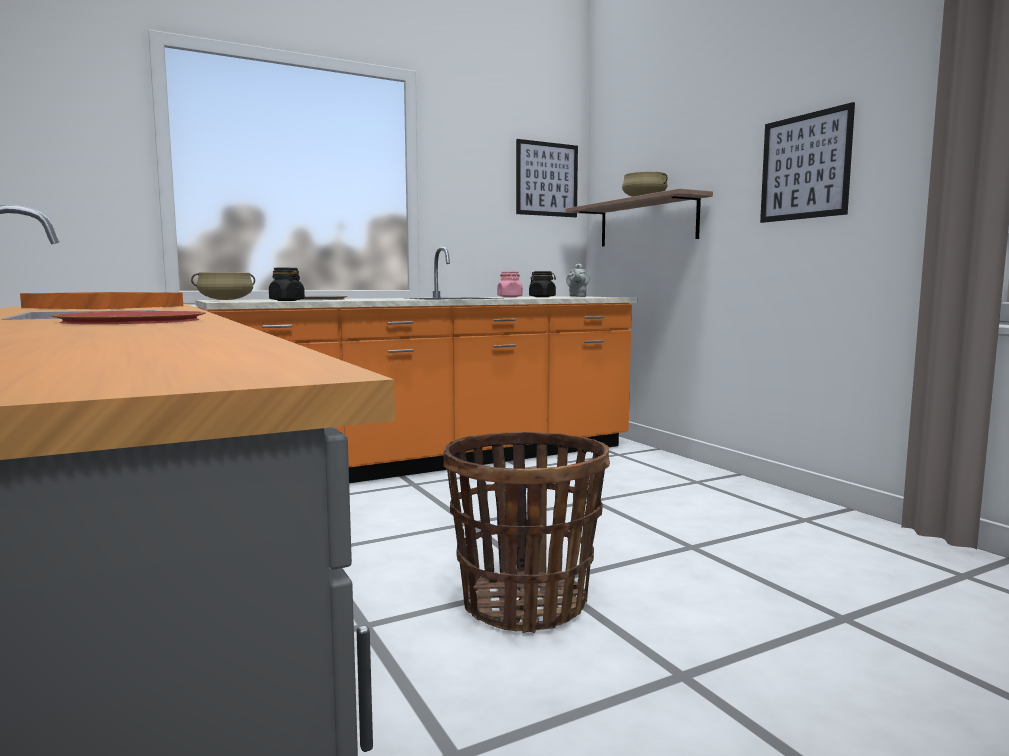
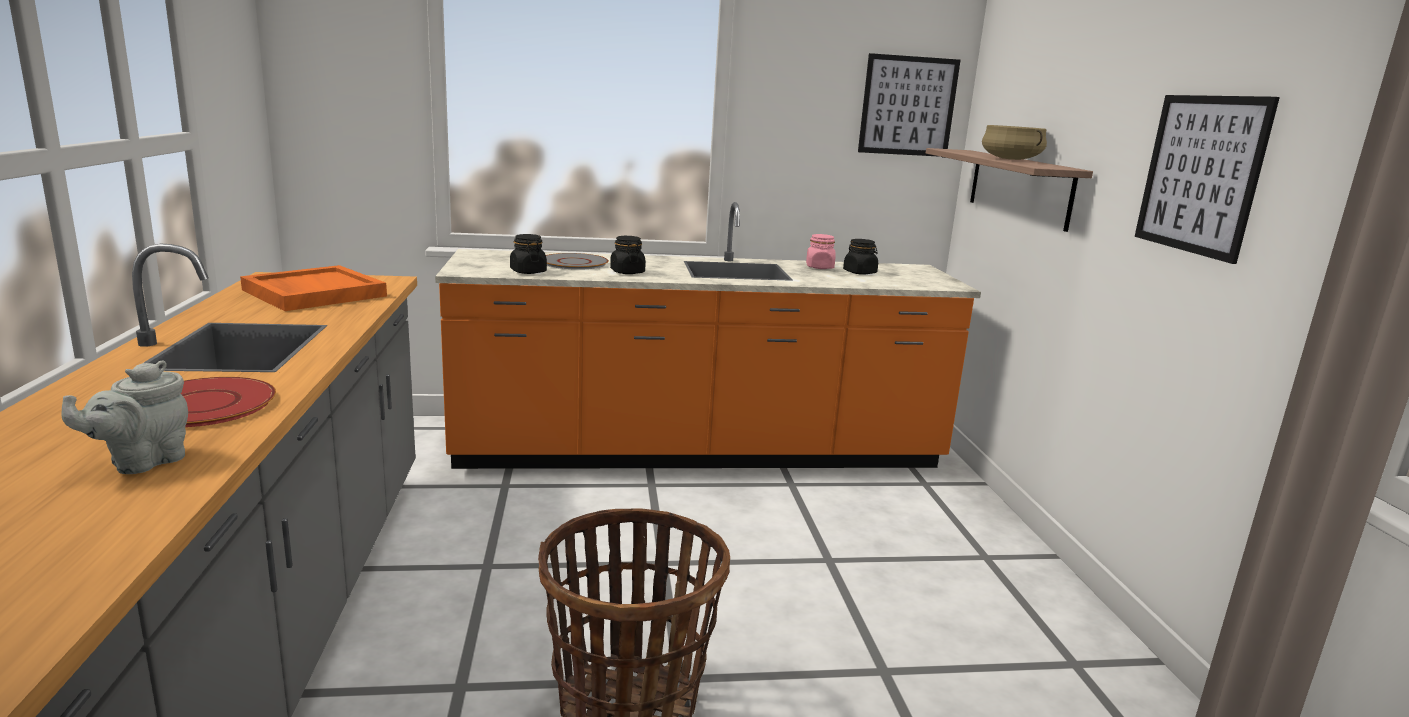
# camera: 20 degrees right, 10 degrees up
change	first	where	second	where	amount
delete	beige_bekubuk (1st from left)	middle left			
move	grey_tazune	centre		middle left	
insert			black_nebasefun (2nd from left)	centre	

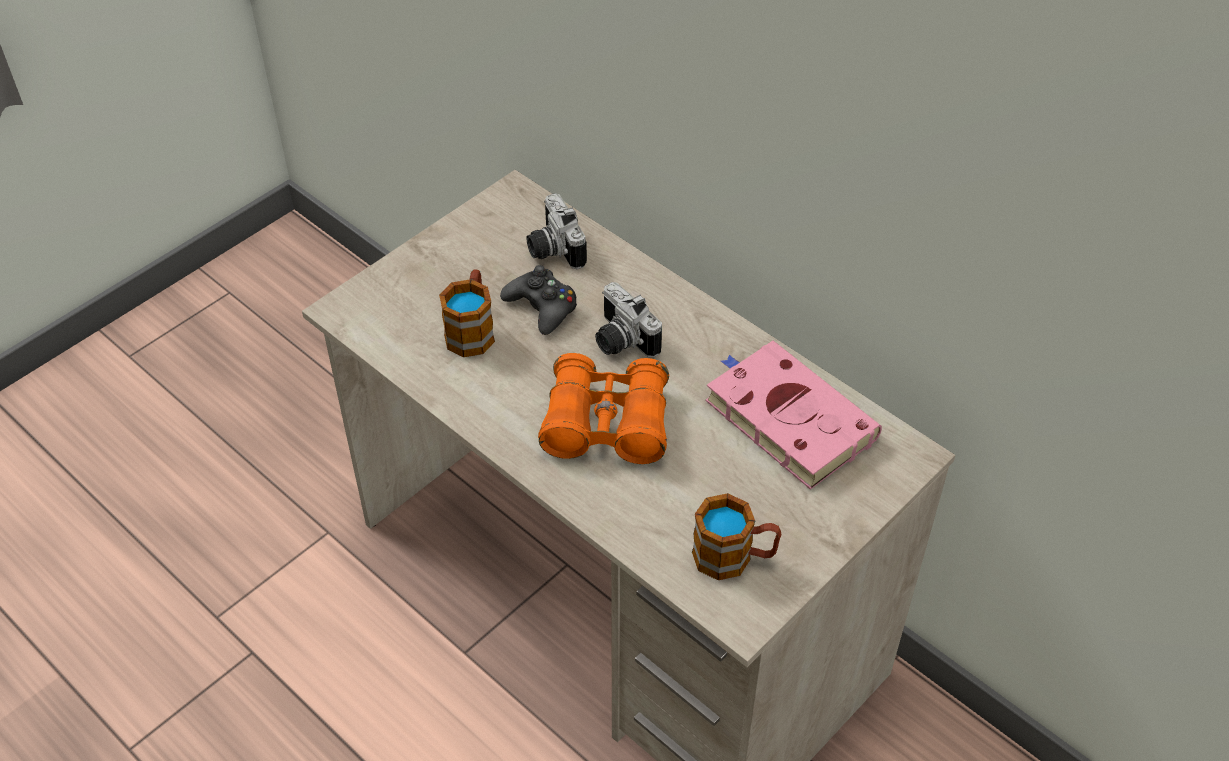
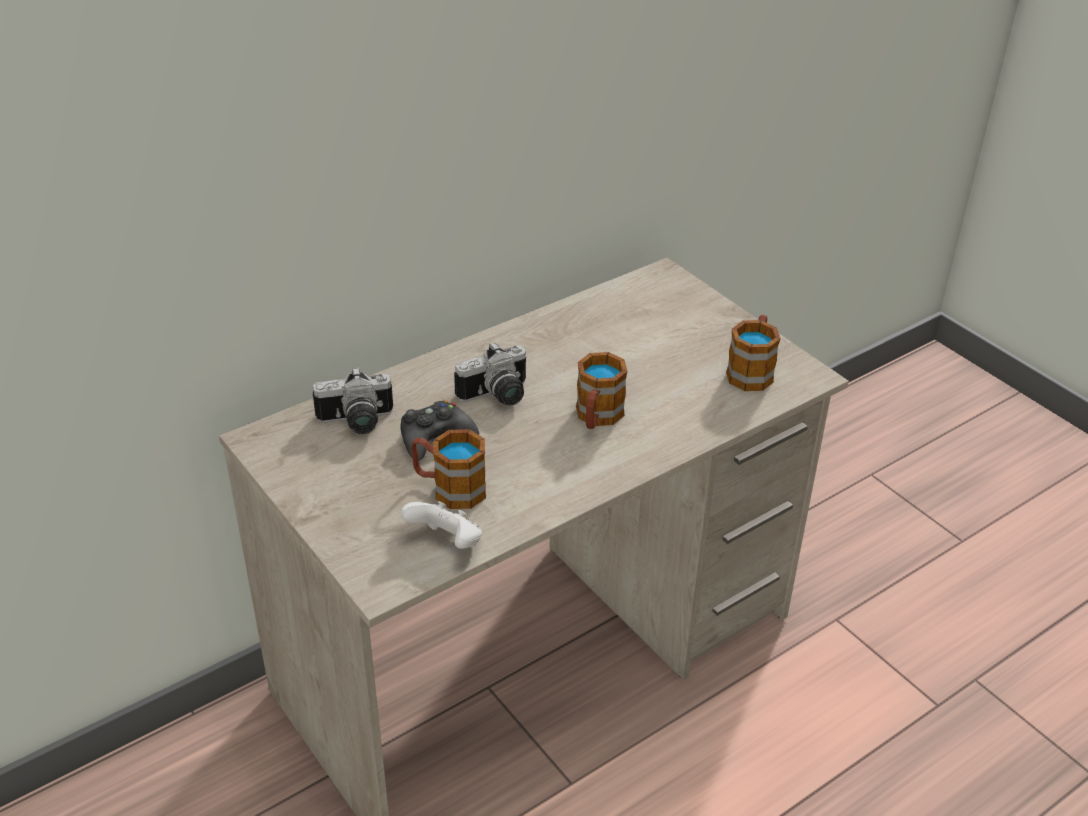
# camera: 80 degrees left, 10 degrees down
change	first	where	second	where	amount
replace	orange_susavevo	centre	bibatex (2nd from left)	centre	
delete	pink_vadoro	centre			
insert			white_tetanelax	centre	

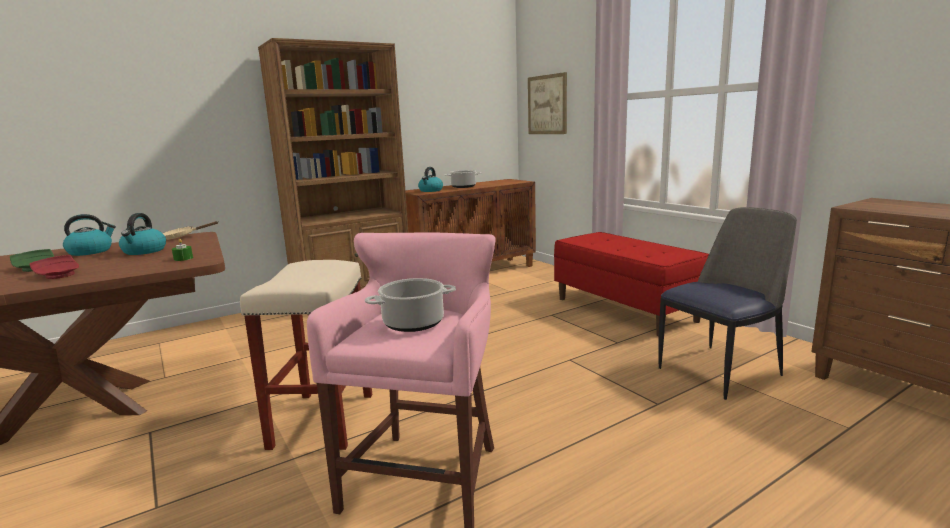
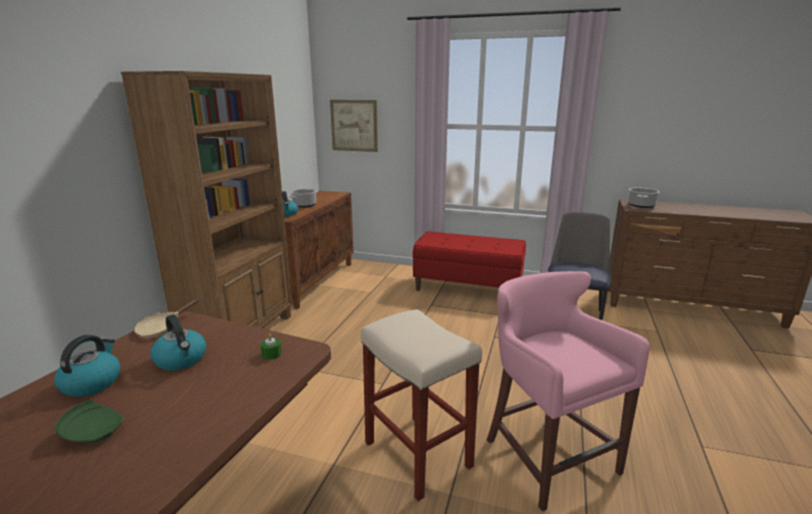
# camera: 40 degrees left, 5 degrees up
change	first	where	second	where	amount
delete	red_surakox	middle left			
move	bekubuk (1st from left in the first image)	centre	bekubuk (2nd from left)	middle right	

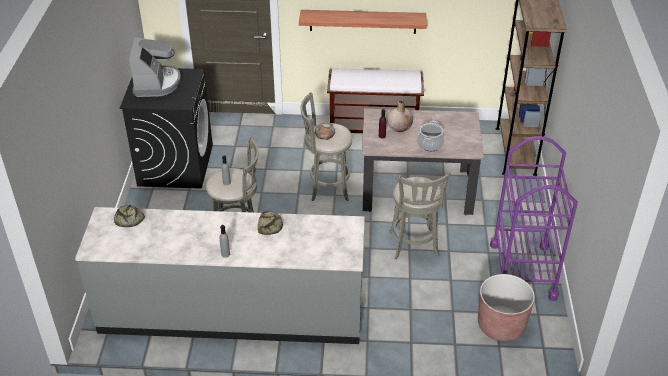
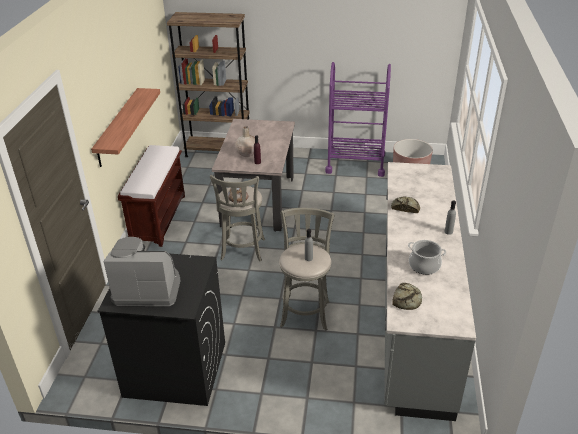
# camera: 85 degrees left, 5 degrees down
change	first	where	second	where	amount
delete	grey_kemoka (3rd from left)	centre			
move	bekubuk	centre		middle right	

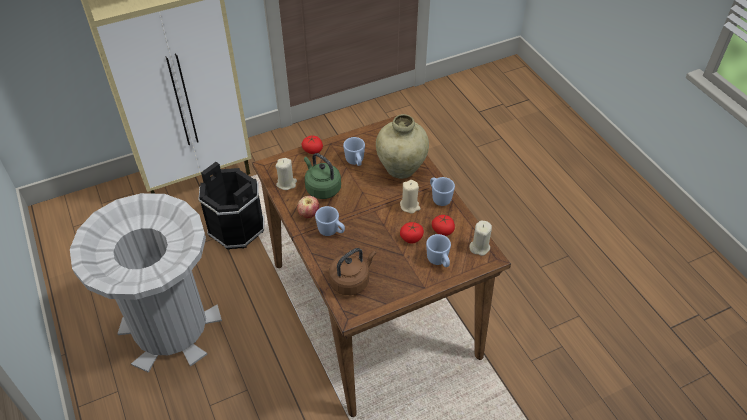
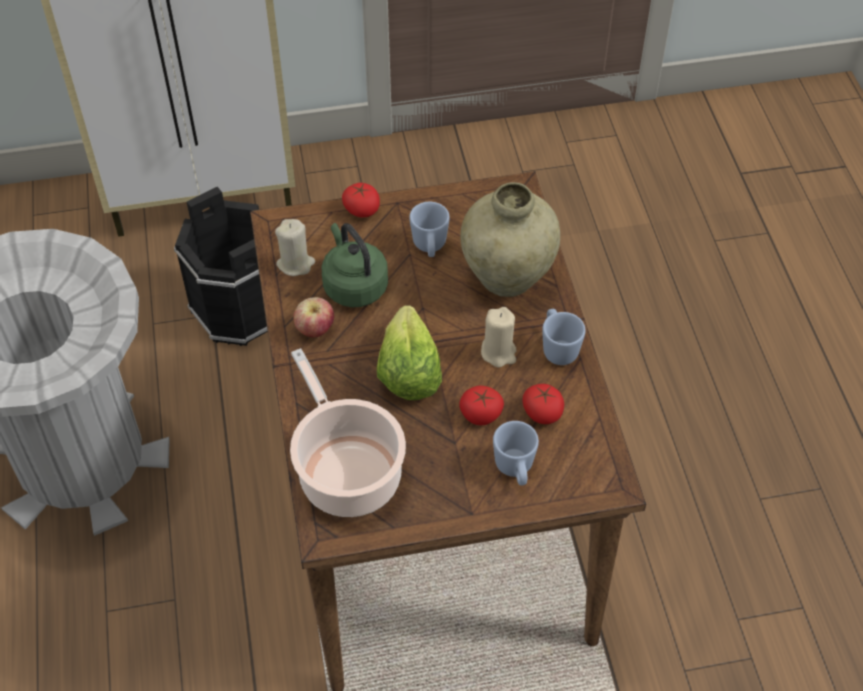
# camera: 15 degrees right, 5 degrees up
change	first	where	second	where	amount
delete	blue_bibatex (1st from left)	centre			
replace	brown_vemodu	centre	bekubuk	centre	
delete	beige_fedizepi (3rd from left)	centre			
insert			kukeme	centre	

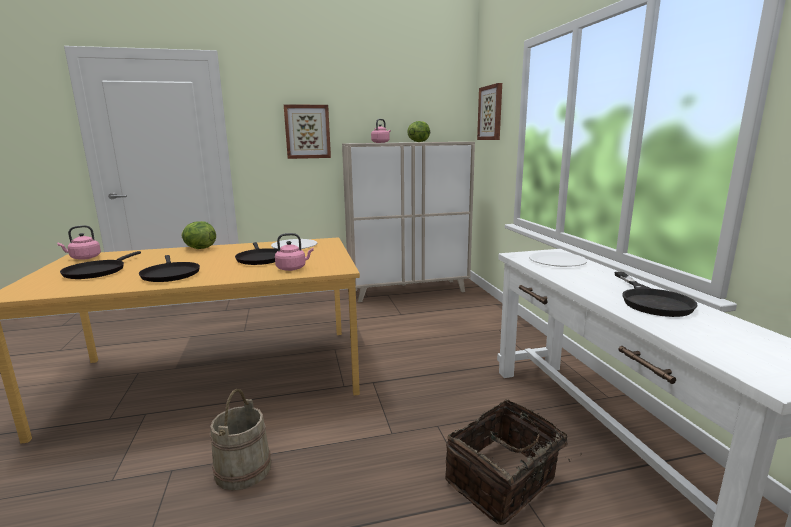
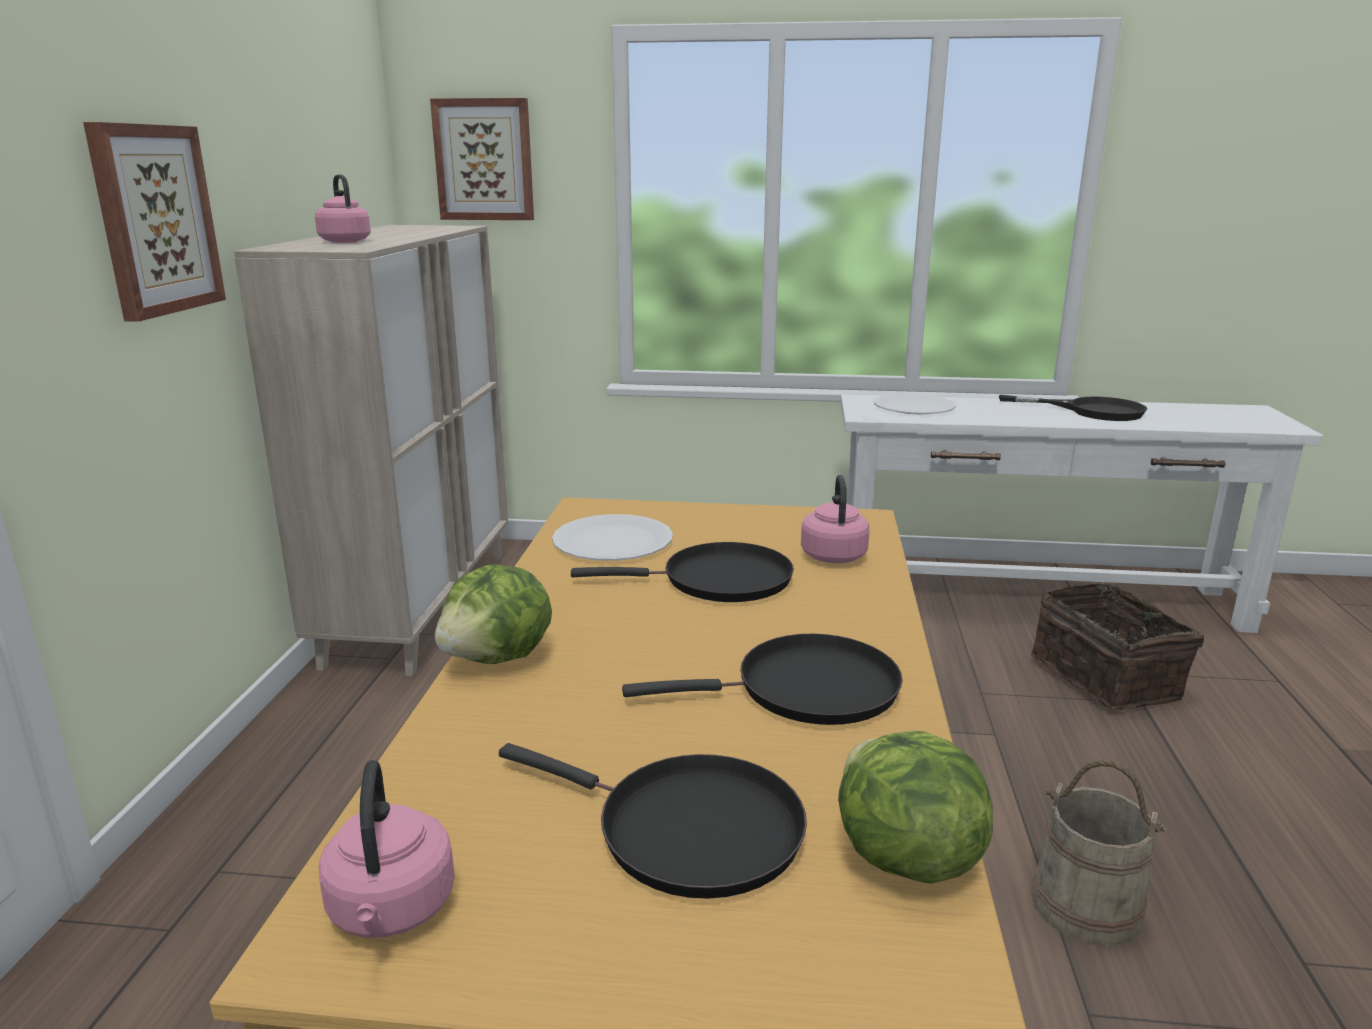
# camera: 70 degrees left, 5 degrees up
change	first	where	second	where	amount
move	kukeme (2nd from left)	top centre		bottom right	

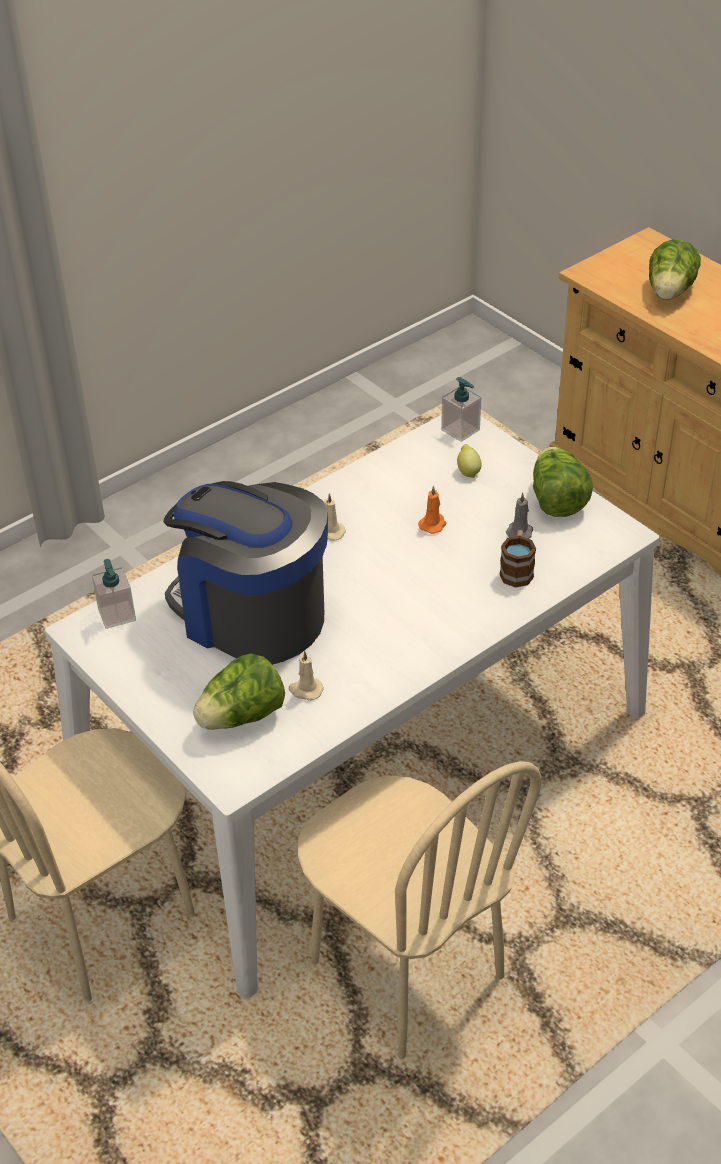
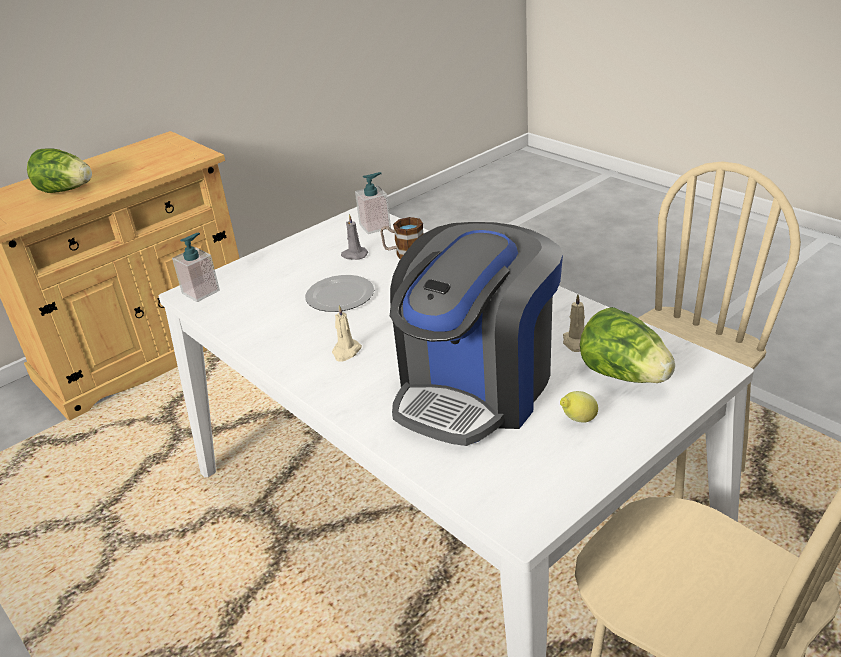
# camera: 90 degrees left, 10 degrees down
change	first	where	second	where	amount
move	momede (1st from left in the first image)	middle left	momede (2nd from left)	top centre	
replace	orange_fedizepi	centre	surakox	centre	
move	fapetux	centre		middle right	
delete	kukeme (2nd from left)	middle right			

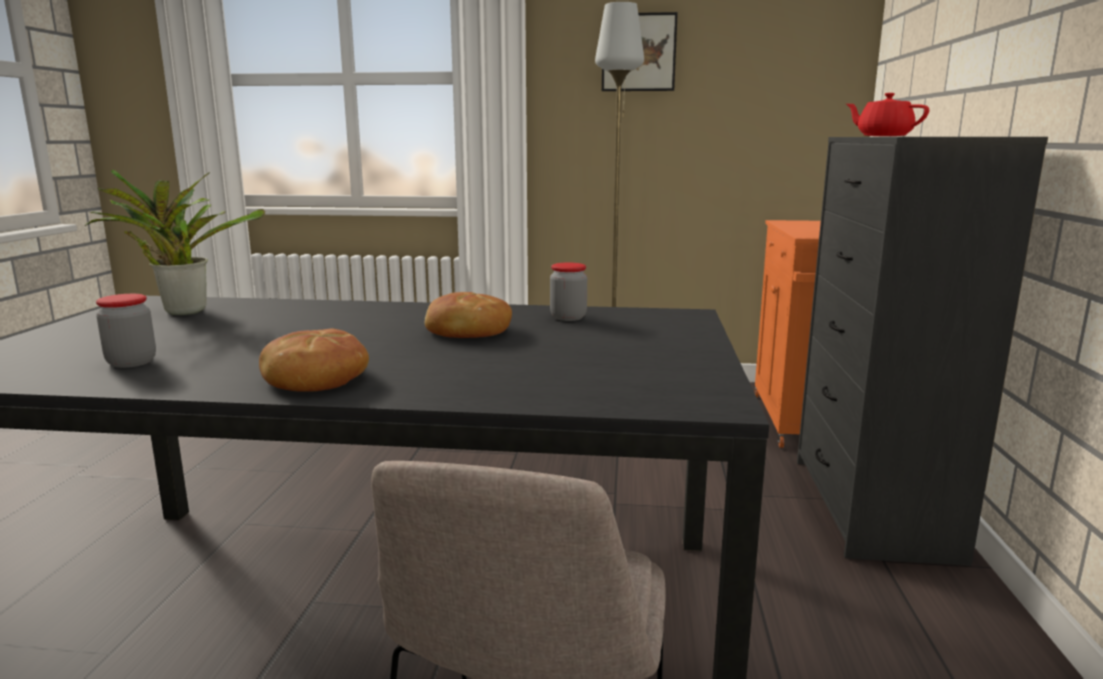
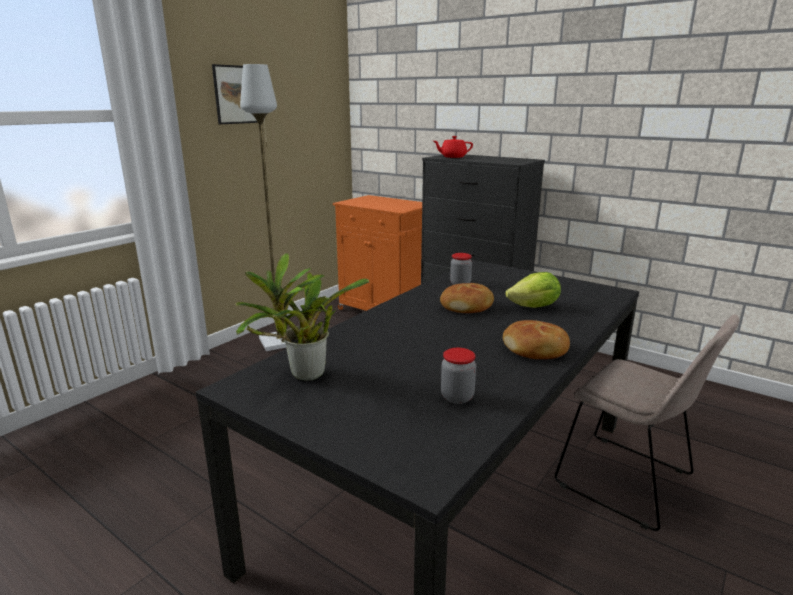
# camera: 60 degrees left, 5 degrees up
change	first	where	second	where	amount
insert			kukeme	middle right	

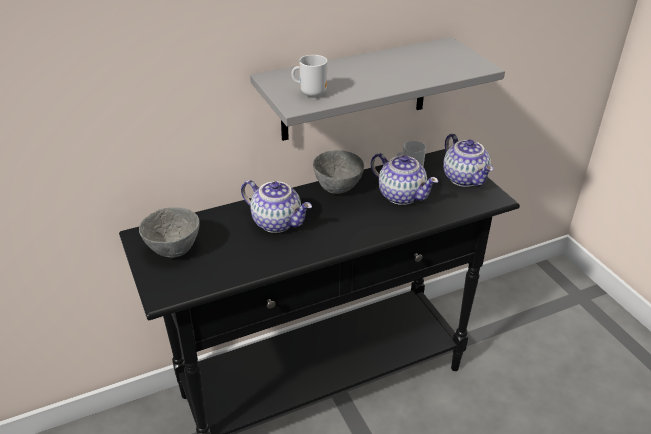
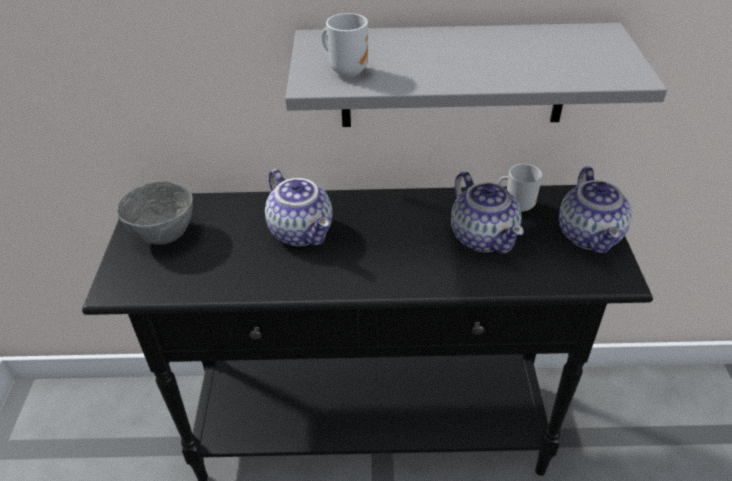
# camera: 25 degrees right, 5 degrees up
change	first	where	second	where	amount
delete	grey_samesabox (2nd from left)	centre			

